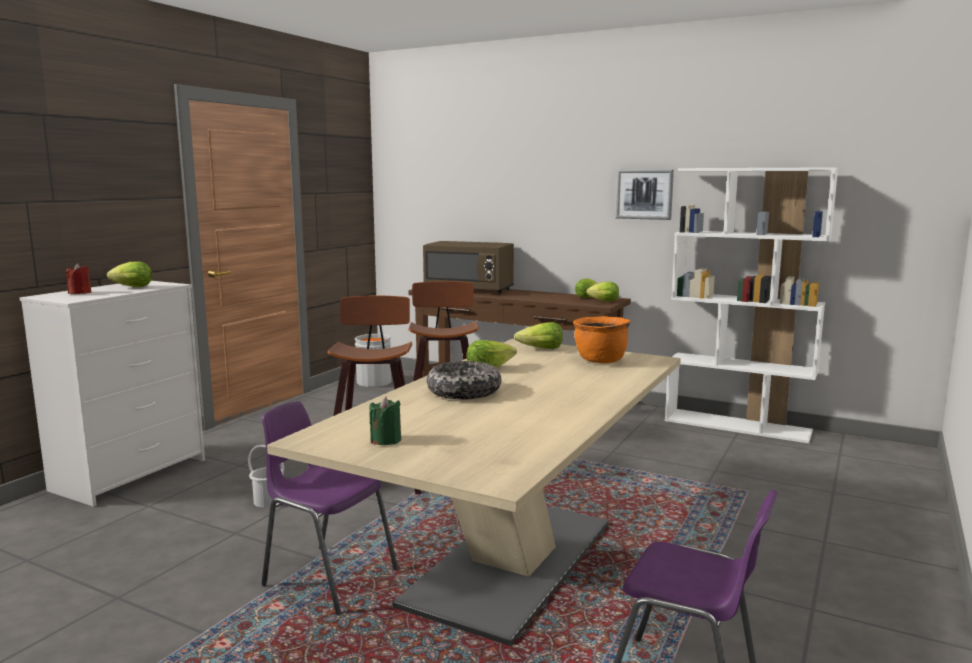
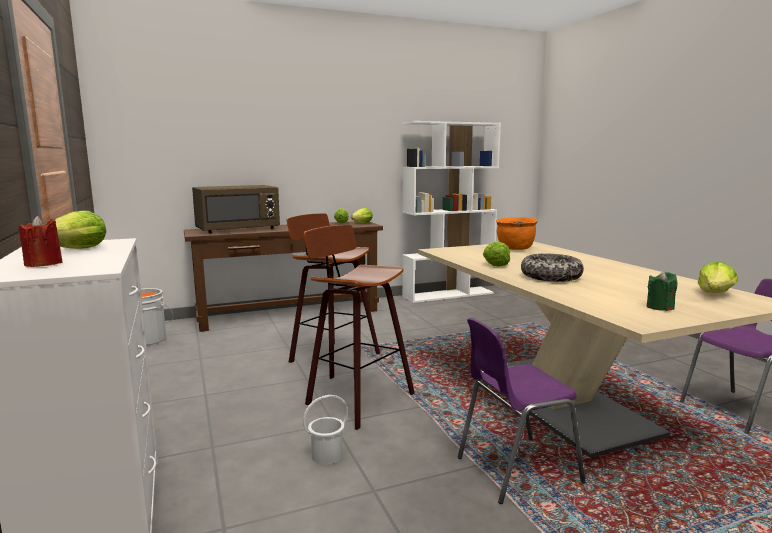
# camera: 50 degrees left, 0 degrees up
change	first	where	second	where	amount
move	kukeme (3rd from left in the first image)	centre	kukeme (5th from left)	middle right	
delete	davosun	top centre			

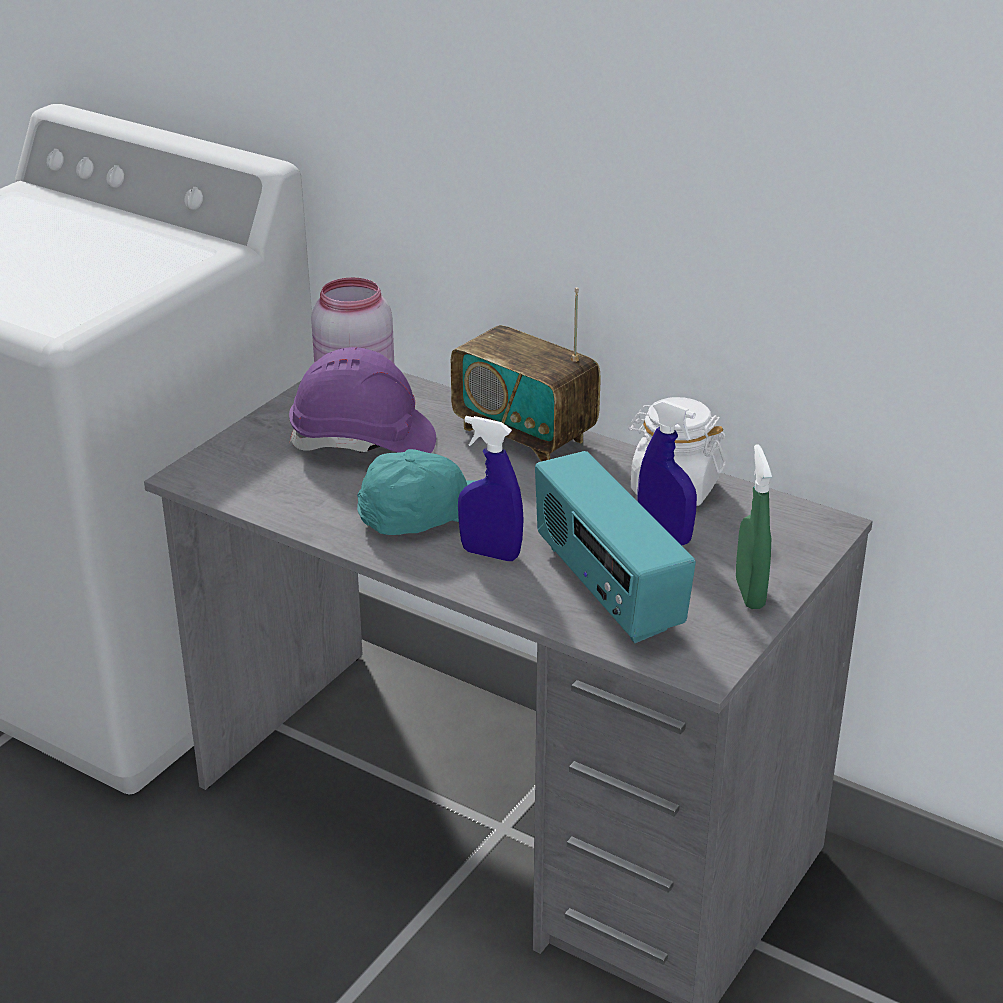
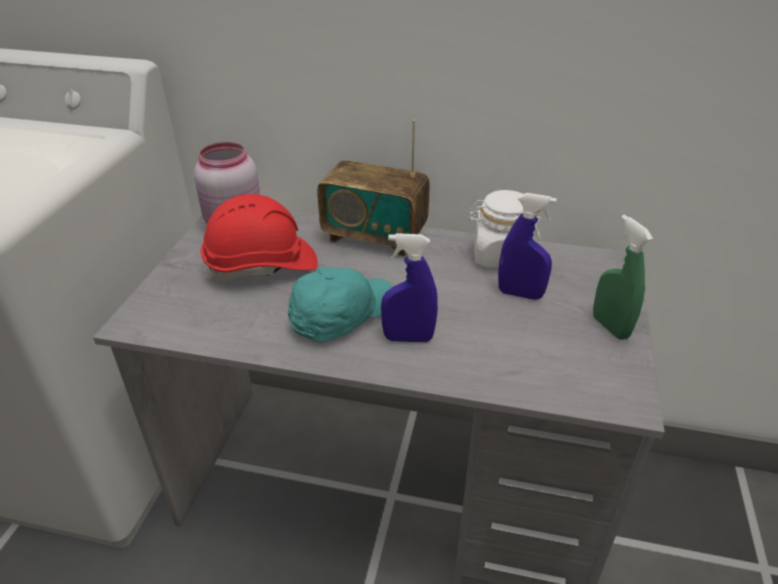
# camera: 20 degrees left, 5 degrees up
change	first	where	second	where	amount
recolor	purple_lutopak	centre	red_lutopak	middle left	
delete	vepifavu (2nd from left)	centre			

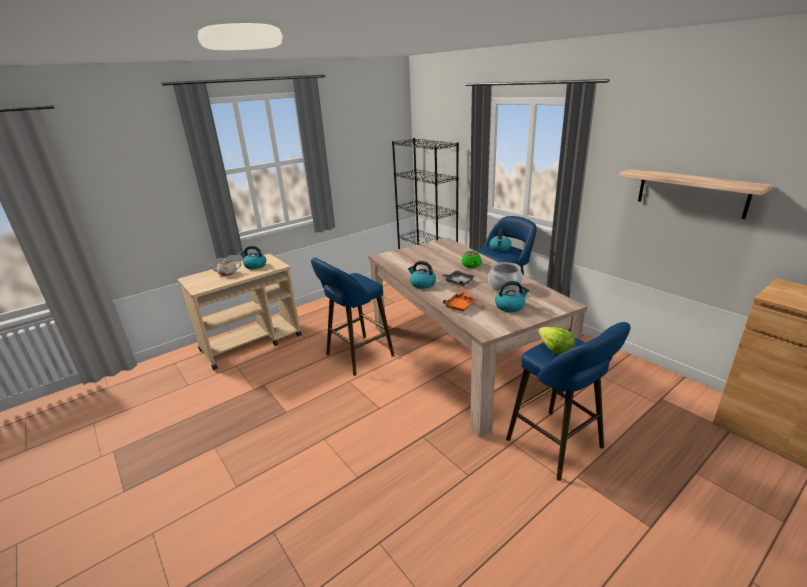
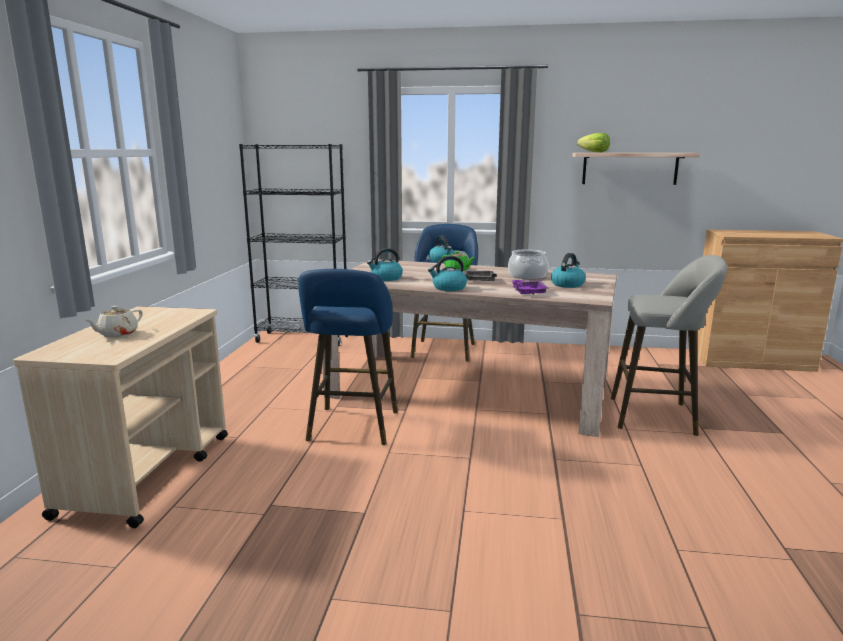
# camera: 45 degrees left, 10 degrees down
change	first	where	second	where	amount
move	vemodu (1st from left)	middle left		centre	
recolor	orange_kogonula	centre	purple_kogonula	centre	
recolor	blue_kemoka (3rd from left)	bottom right	grey_kemoka	middle right	
move	kukeme	middle right		top right	

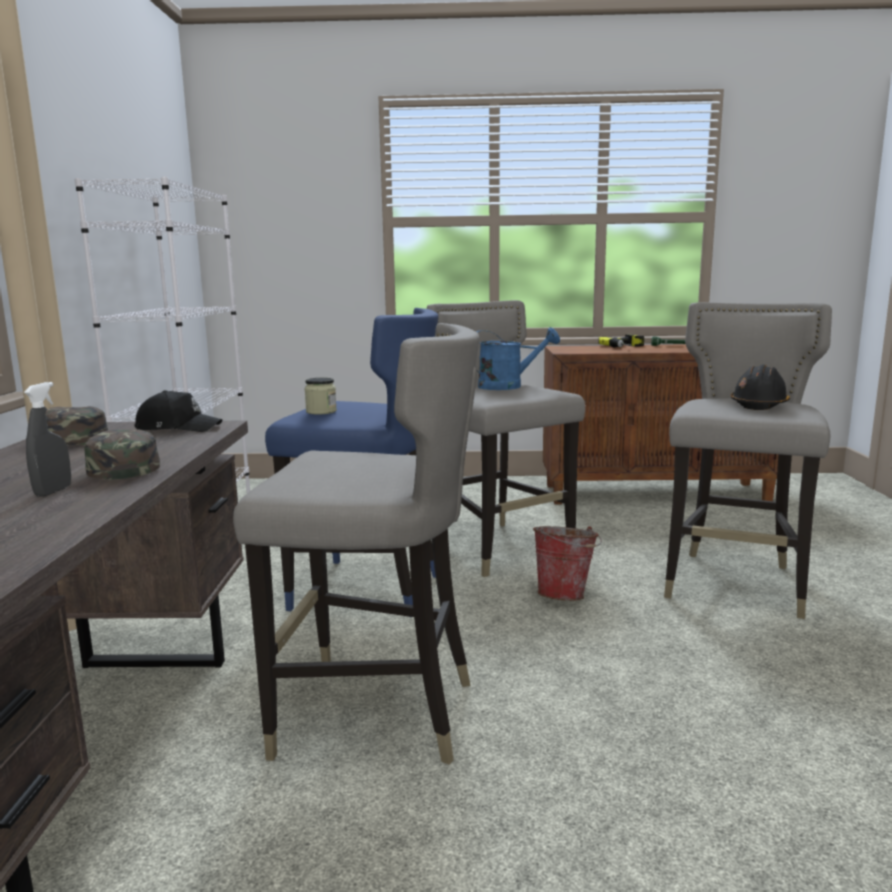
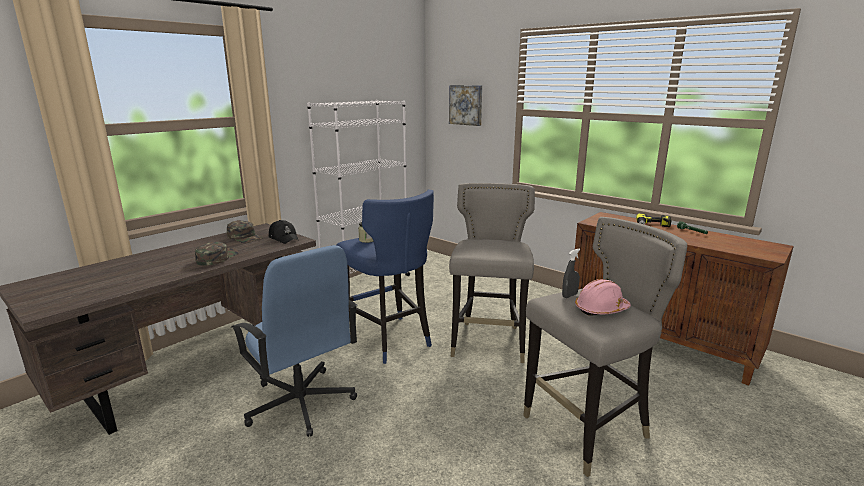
# camera: 40 degrees right, 5 degrees up
change	first	where	second	where	amount
move	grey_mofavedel	middle left		centre	
replace	grey_kemoka (1st from left)	centre	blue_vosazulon	bottom centre	
delete	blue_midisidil	centre			
delete	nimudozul	centre			
recolor	black_lutopak	middle right	pink_lutopak	middle right	
insert			davosun	top centre	

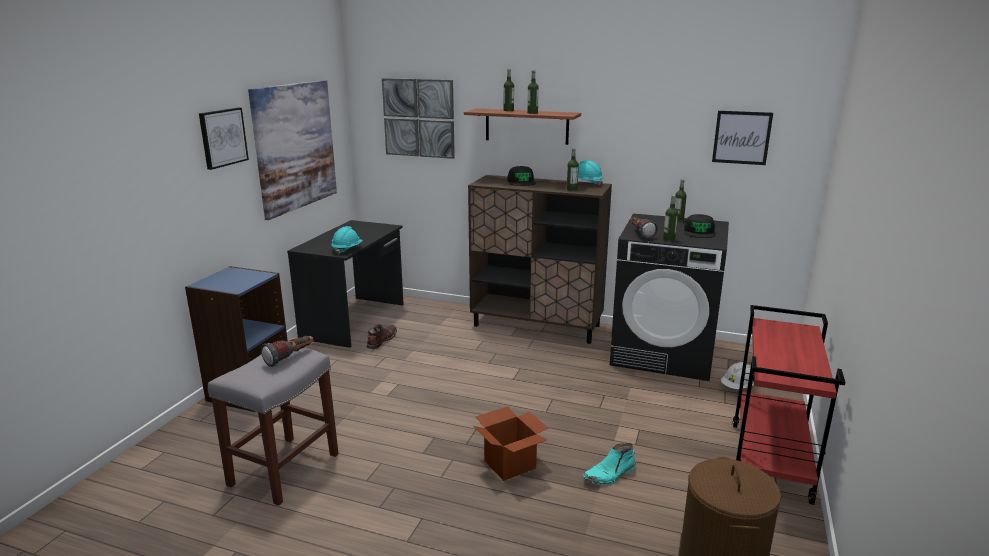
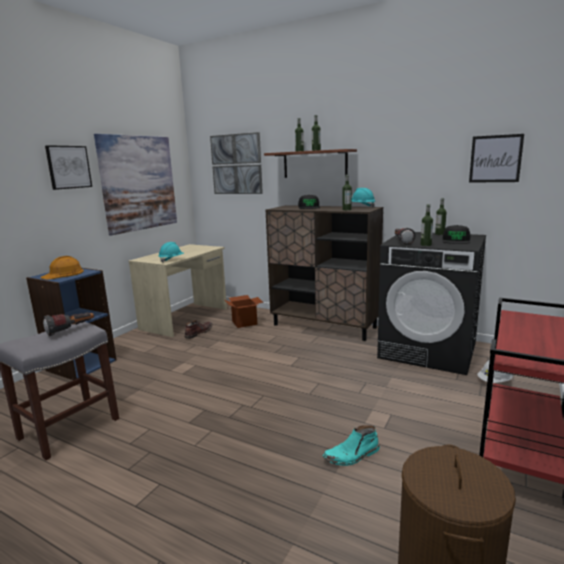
# camera: 10 degrees right, 5 degrees down
change	first	where	second	where	amount
recolor	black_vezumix	centre	beige_vezumix	middle left	
move	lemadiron	bottom centre		centre	
insert			orange_lutopak	middle left	

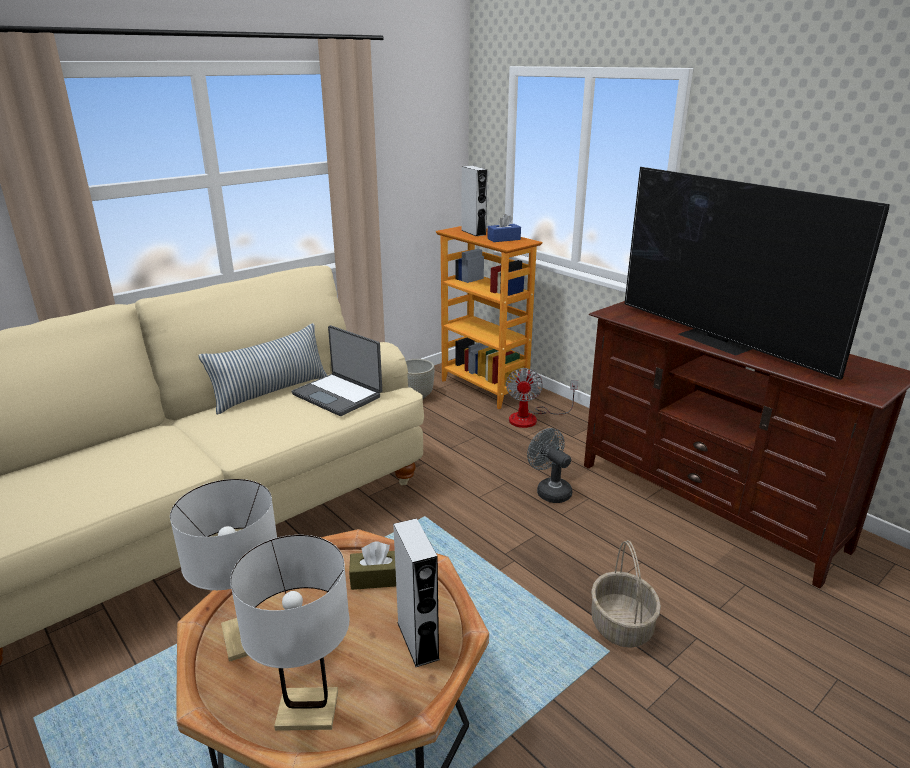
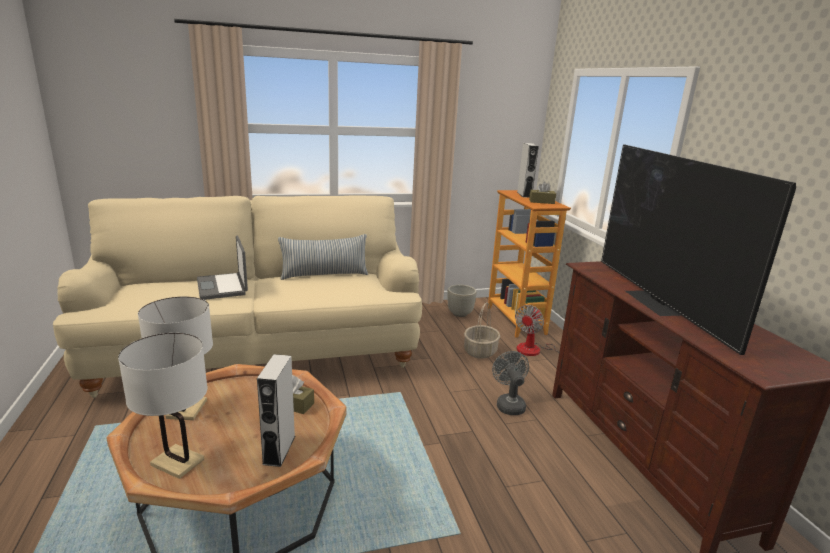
# camera: 25 degrees right, 5 degrees down
change	first	where	second	where	amount
move	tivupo	centre		middle left	
recolor	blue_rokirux	top centre	brown_rokirux (2nd from left)	centre	
move	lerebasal	bottom right		centre	

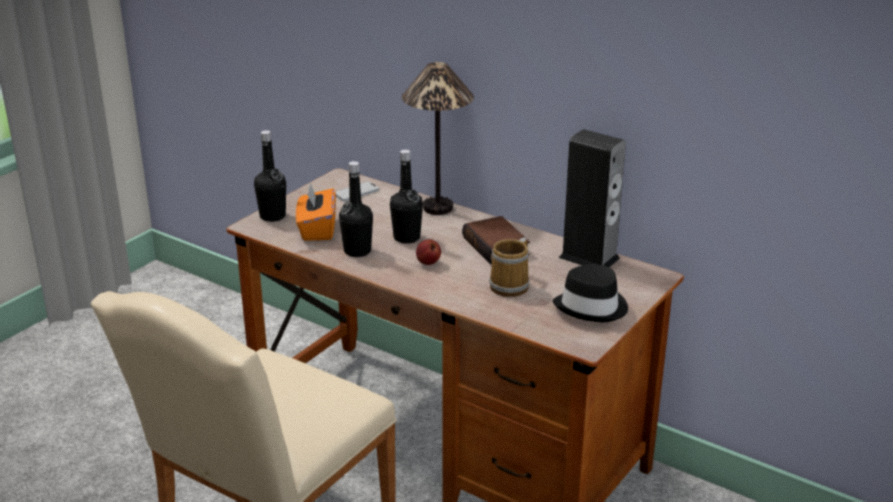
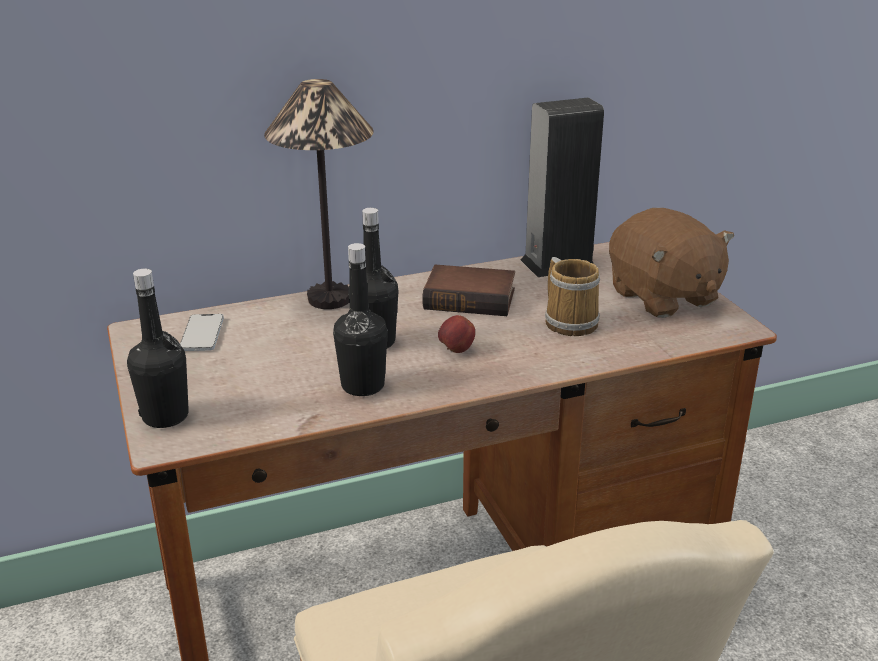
# camera: 55 degrees left, 0 degrees up
change	first	where	second	where	amount
delete	orange_rokirux	centre			
replace	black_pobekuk	centre	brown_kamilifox	middle right	

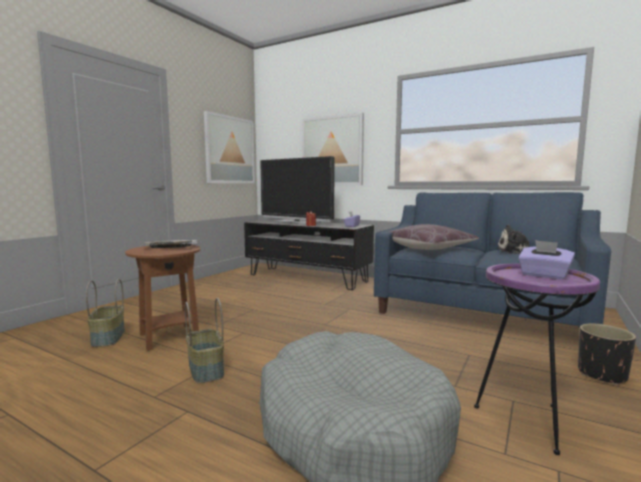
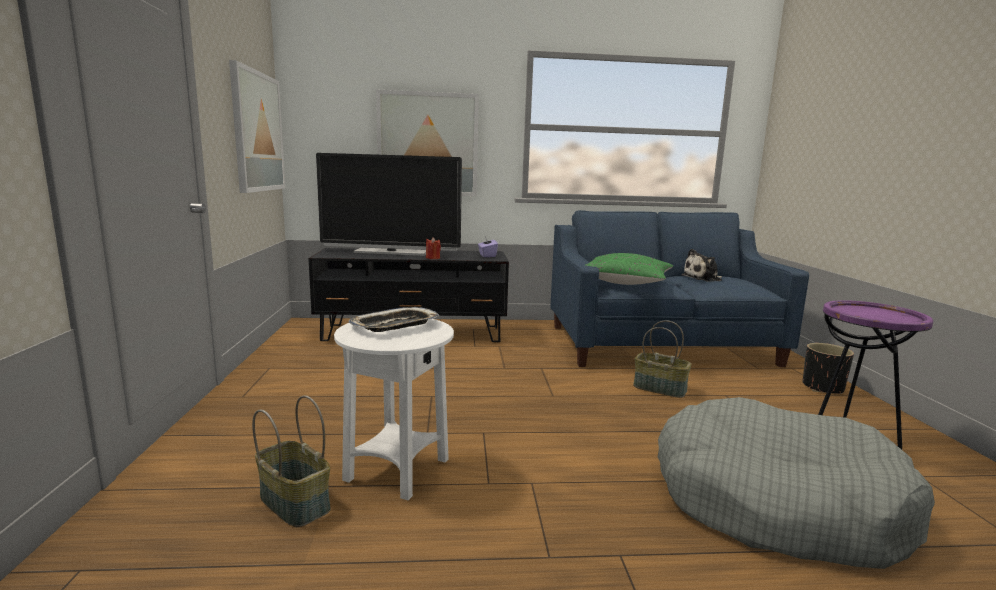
# camera: 35 degrees left, 5 degrees up
change	first	where	second	where	amount
recolor	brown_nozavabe	middle left	white_nozavabe	bottom centre	
move	lerebasal (2nd from left)	bottom left		centre	
recolor	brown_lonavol	middle right	green_lonavol	centre	
delete	purple_rokirux (2nd from left)	middle right			

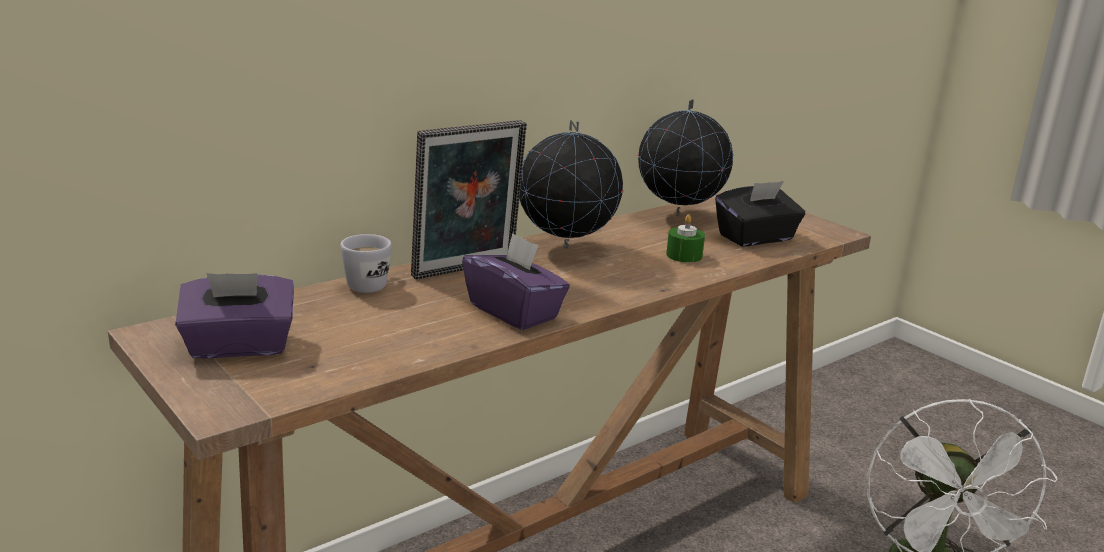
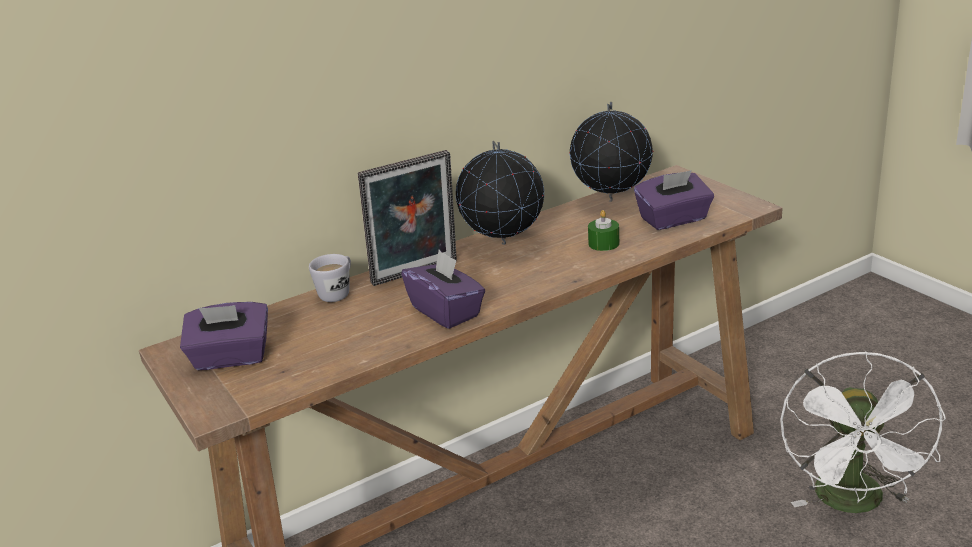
# camera: 10 degrees right, 5 degrees up
change	first	where	second	where	amount
recolor	black_rokirux	middle right	purple_rokirux (3rd from left)	middle right	

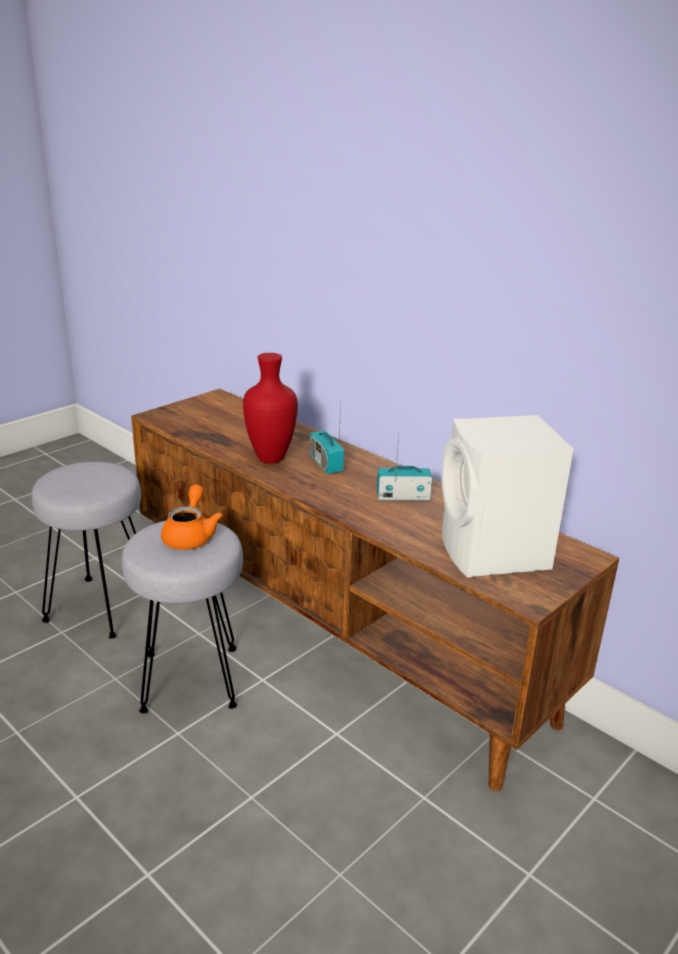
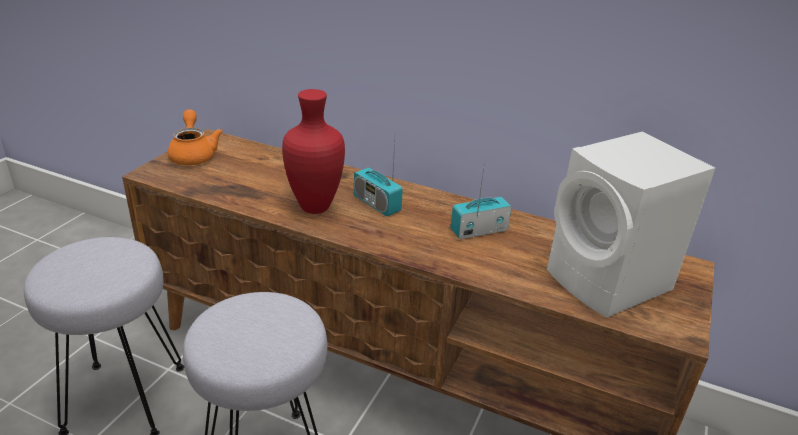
# camera: 20 degrees left, 5 degrees up
change	first	where	second	where	amount
move	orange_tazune	middle left		top left	

